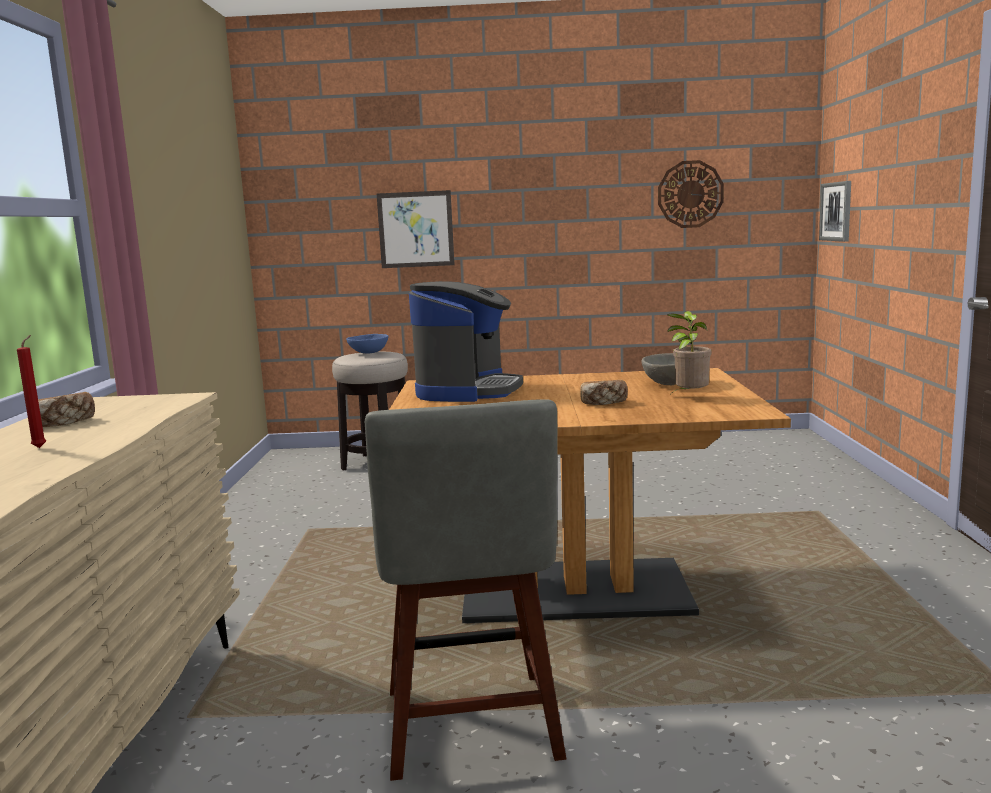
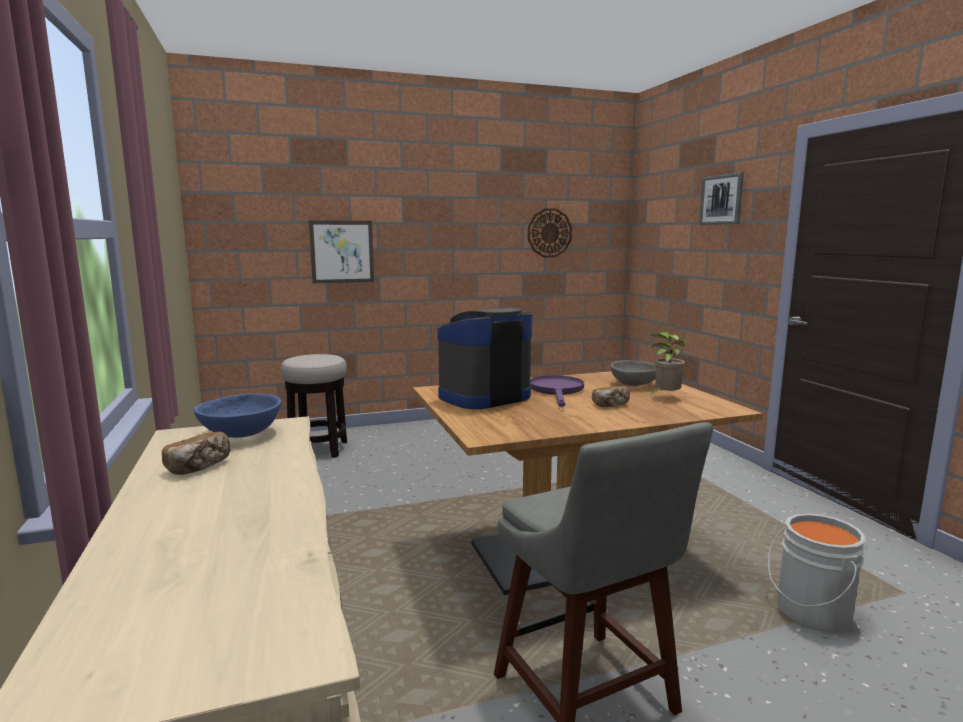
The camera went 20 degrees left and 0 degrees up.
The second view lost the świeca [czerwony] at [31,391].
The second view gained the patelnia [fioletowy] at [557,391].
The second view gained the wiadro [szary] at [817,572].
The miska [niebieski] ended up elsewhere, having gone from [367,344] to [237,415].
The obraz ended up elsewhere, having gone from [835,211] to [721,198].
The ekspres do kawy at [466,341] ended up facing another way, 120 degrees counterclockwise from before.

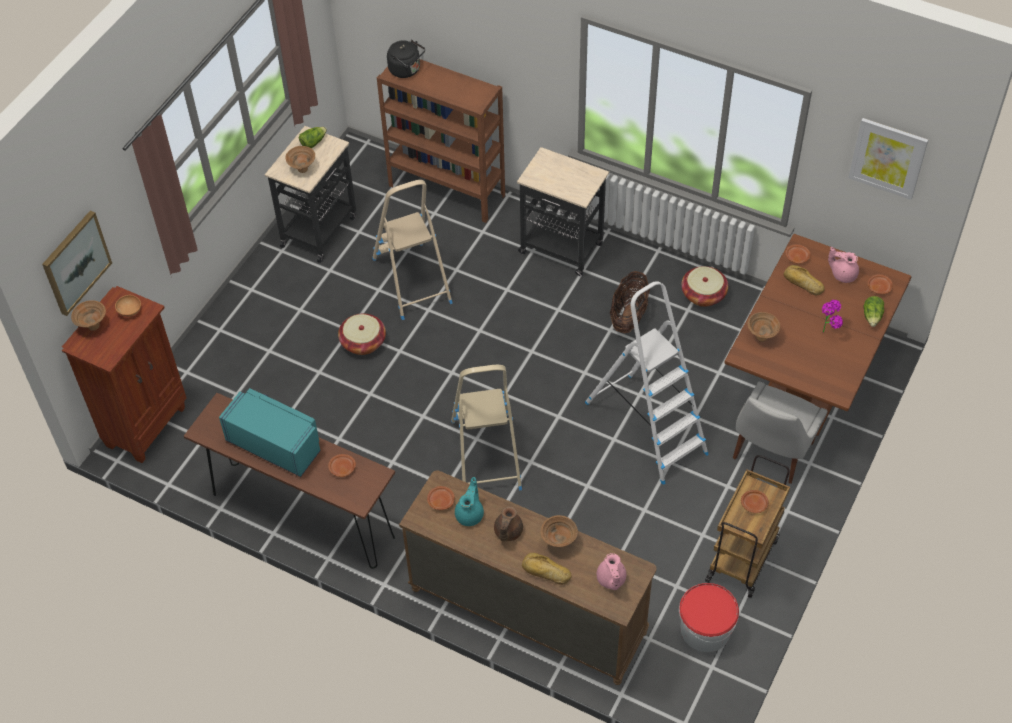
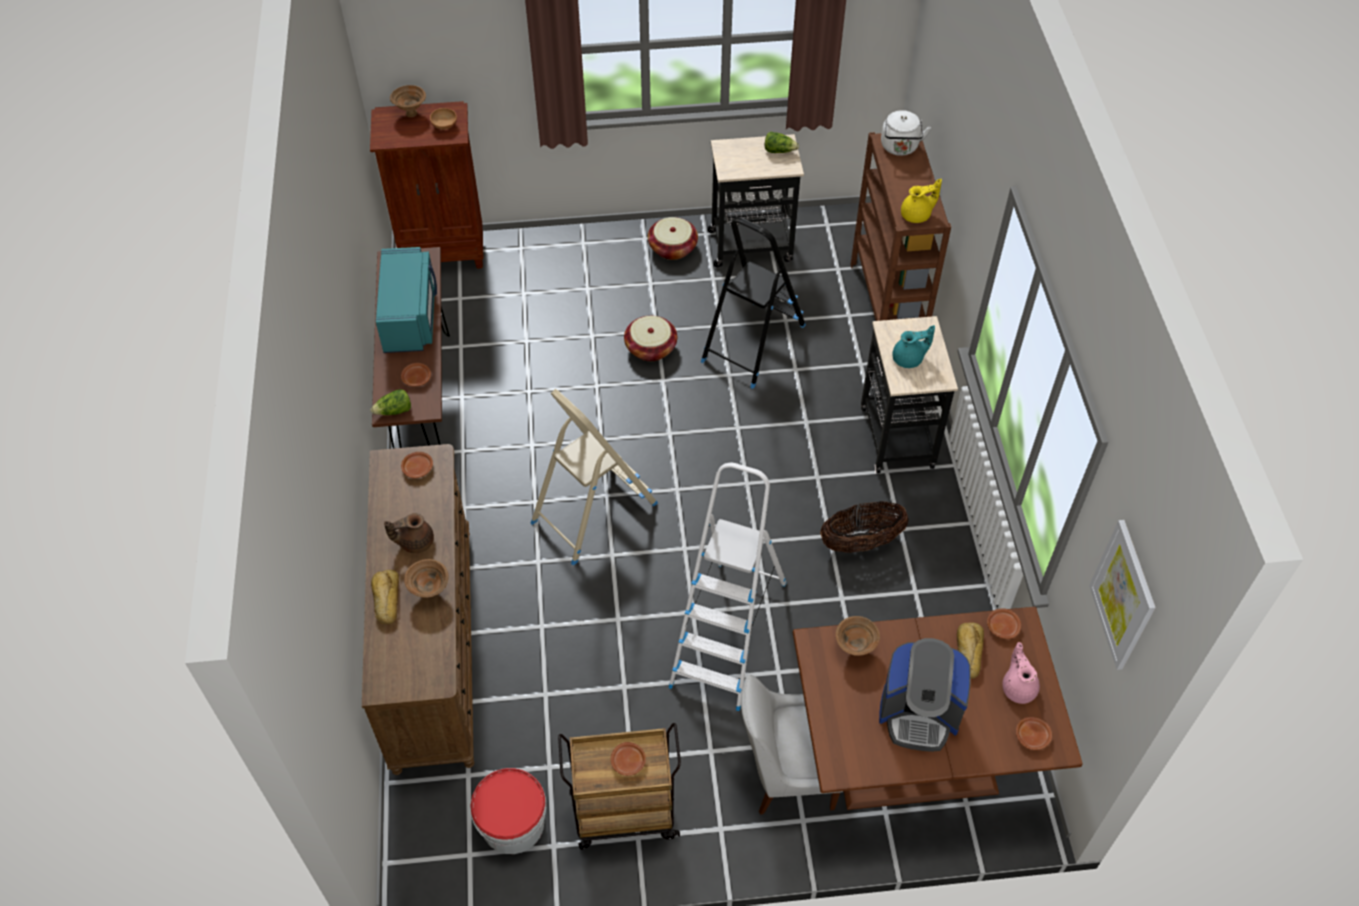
The camera went 55 degrees right and 0 degrees up.
The second view lost the obraz at [77,263].
The second view lost the miska [brązowy] at [300,159].
The second view lost the imbryk [różowy] at [611,571].
The second view gained the imbryk [żółty] at [921,201].
The imbryk [turkusowy] ended up elsewhere, having gone from [469,501] to [913,346].
The koszyk ended up elsewhere, having gone from [704,286] to [673,238].
The sałata ended up elsewhere, having gone from [874,311] to [390,402].
Where the roślina doniczkowa stood at [832,316], the ekspres do kawy came to stand at [925,695].
What was the drabinka [beżowy] at [412,250] turned into the drabinka [czarny] at [753,303].
What was the czajnik [czarny] at [406,58] turned into the czajnik [biały] at [906,133].

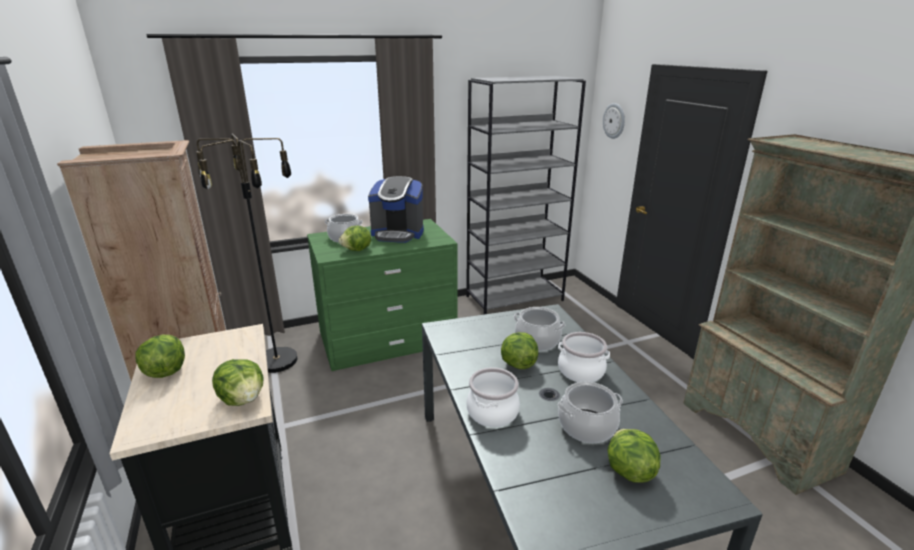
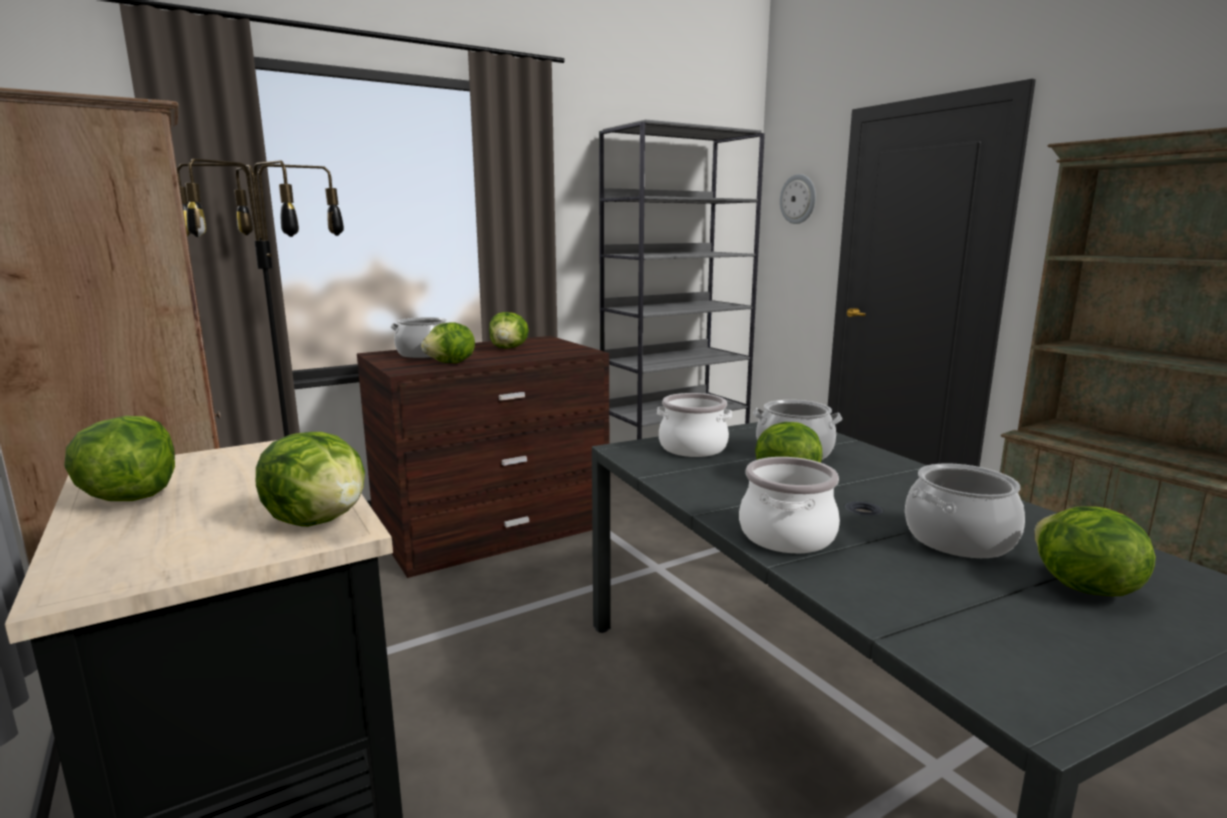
The camera went 10 degrees left and 10 degrees down.
The garnek ended up elsewhere, having gone from [584,357] to [694,425].
Where the ekspres do kawy stood at [396,209], the sałata came to stand at [509,330].
What was the komoda [zielony] at [382,295] turned into the komoda [brązowy] at [483,457].

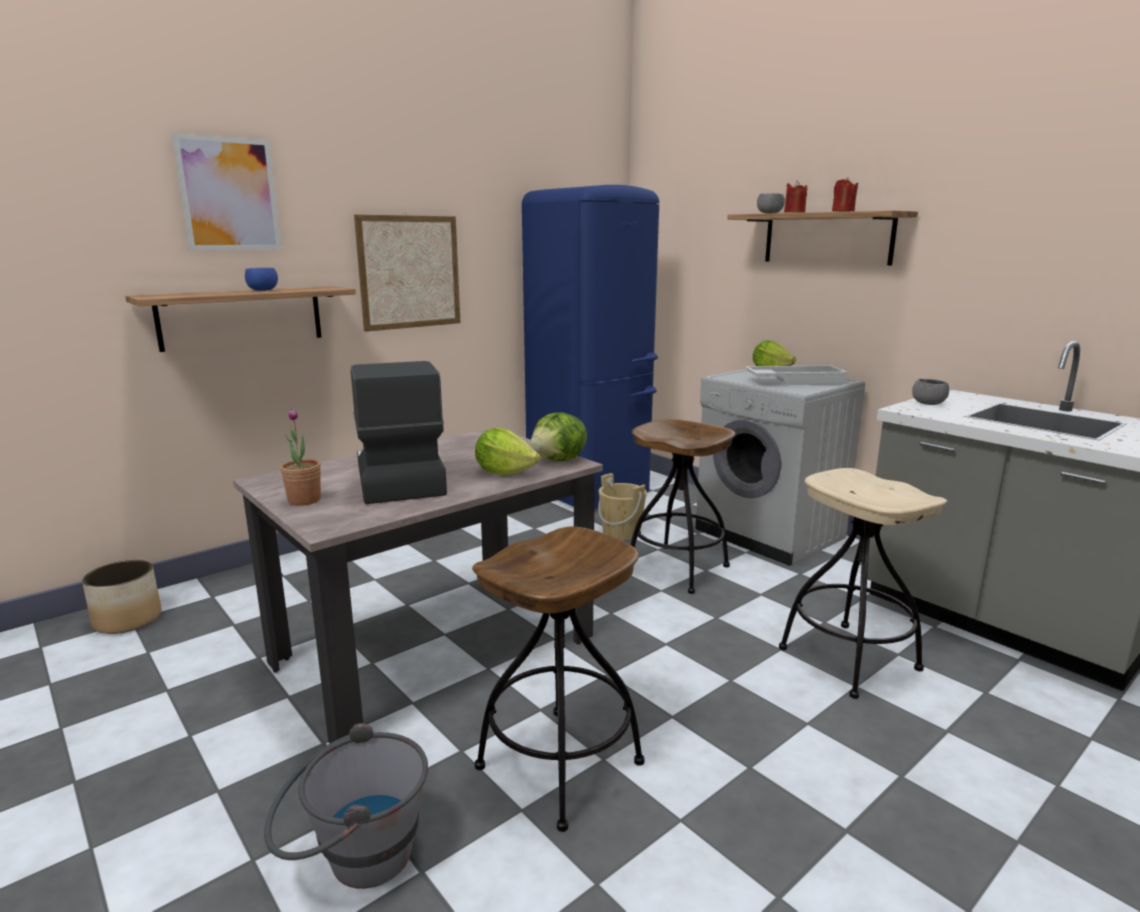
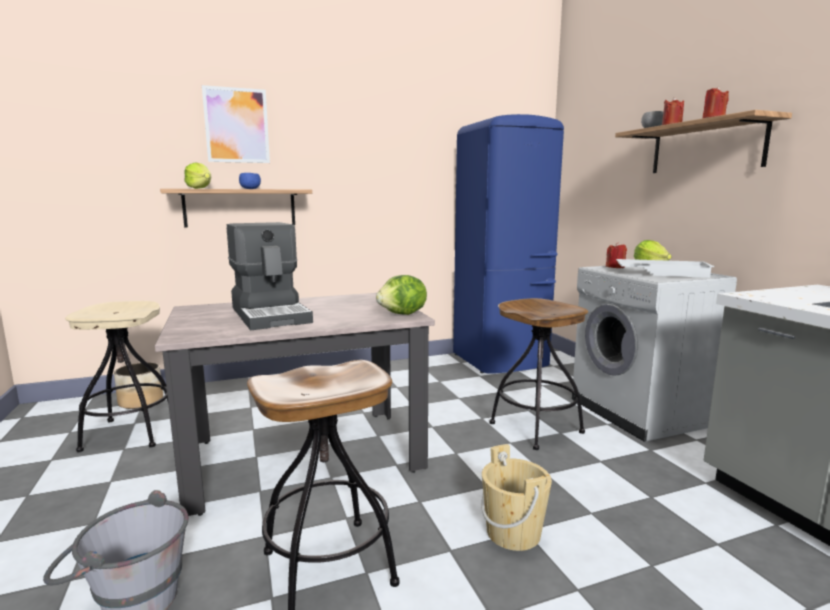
The camera went 20 degrees right and 5 degrees down.
The second view lost the roślina doniczkowa at [300,457].
The second view lost the obraz at [407,273].
The second view lost the miska [szary] at [930,392].
The second view gained the świeca [czerwony] at [616,255].
The sałata ended up elsewhere, having gone from [507,452] to [197,176].
The wiadro [beżowy] ended up elsewhere, having gone from [622,506] to [516,497].
The stołek [beżowy] ended up elsewhere, having gone from [863,583] to [116,376].
The ekspres do kawy at [399,432] ended up facing another way, 150 degrees clockwise from before.

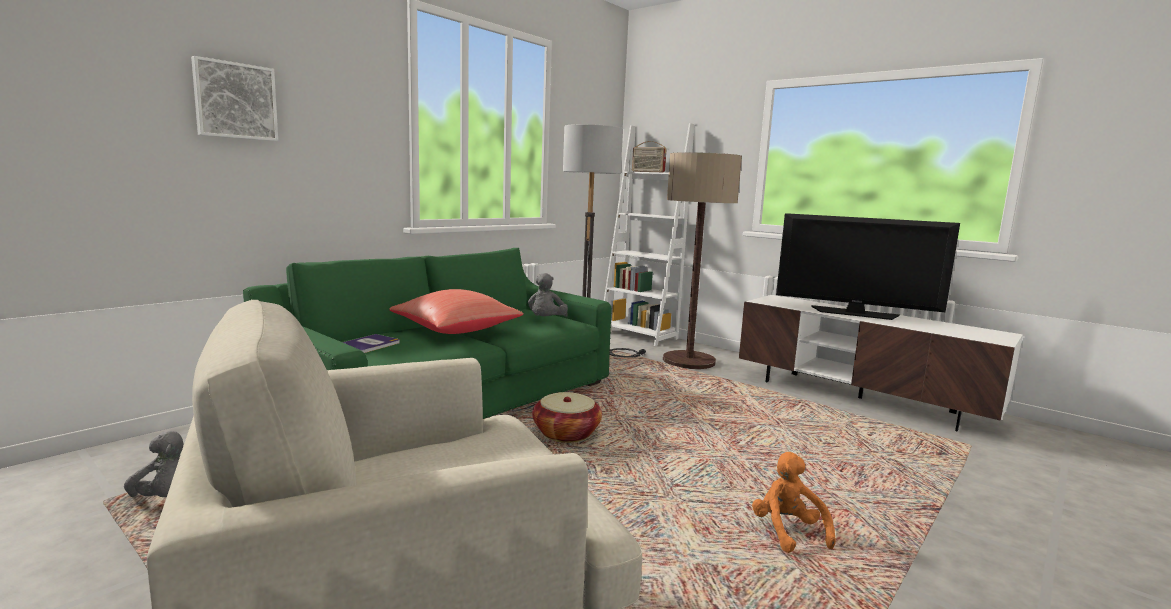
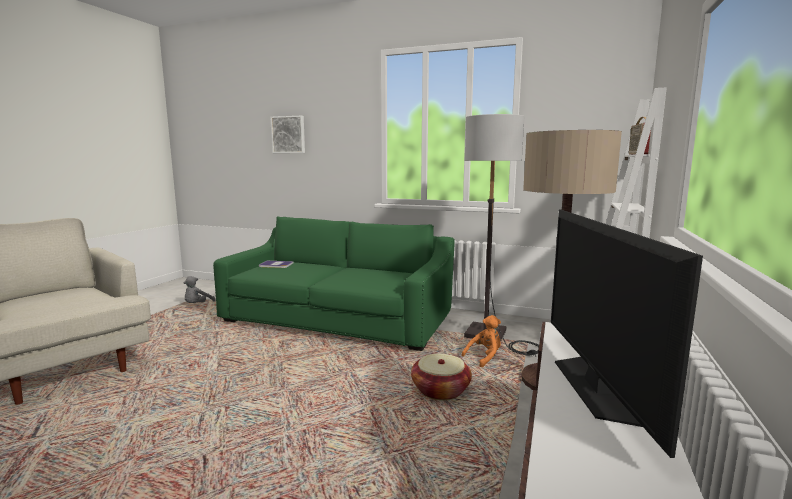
The camera went 70 degrees right and 0 degrees up.
The second view lost the poduszka [czerwony] at [457,311].
The second view lost the pluszak [szary] at [548,295].
The koszyk ended up elsewhere, having gone from [567,417] to [441,377].
The pluszak [pomarańczowy] ended up elsewhere, having gone from [794,502] to [481,341].

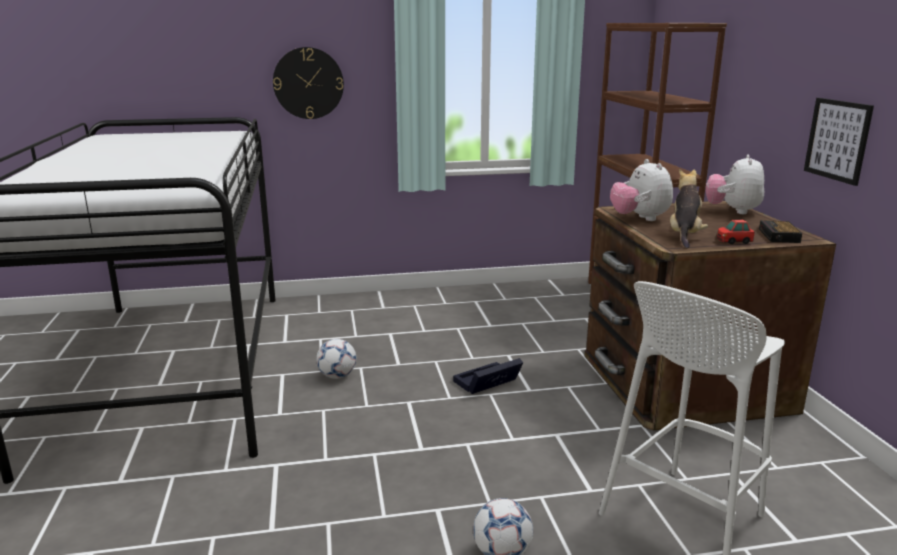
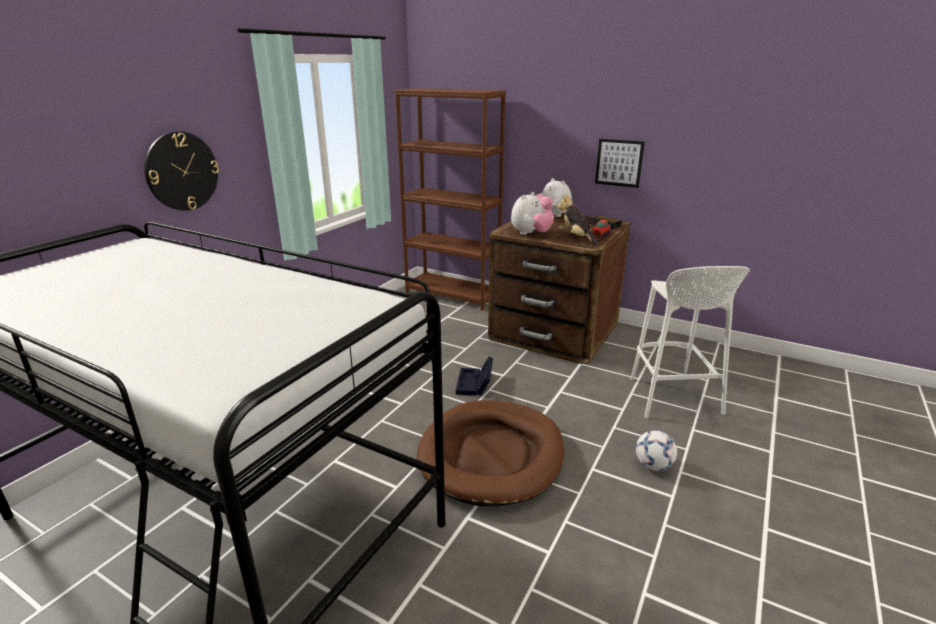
The camera went 50 degrees left and 5 degrees up.
The second view lost the piłka futbolowa at [336,359].
The second view gained the legowisko [brązowy] at [490,453].
The pluszak at [641,190] ended up facing another way, 75 degrees counterclockwise from before.

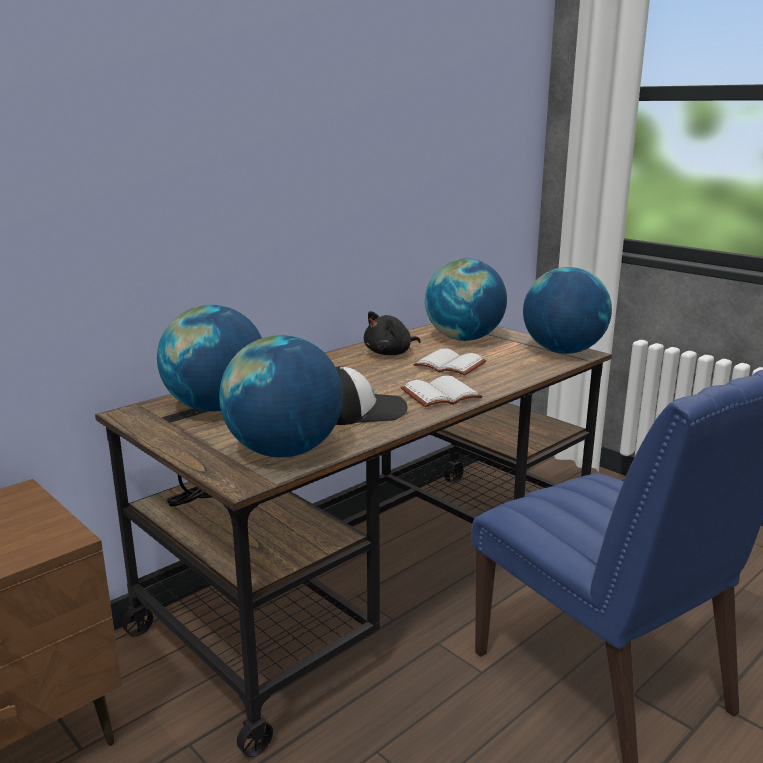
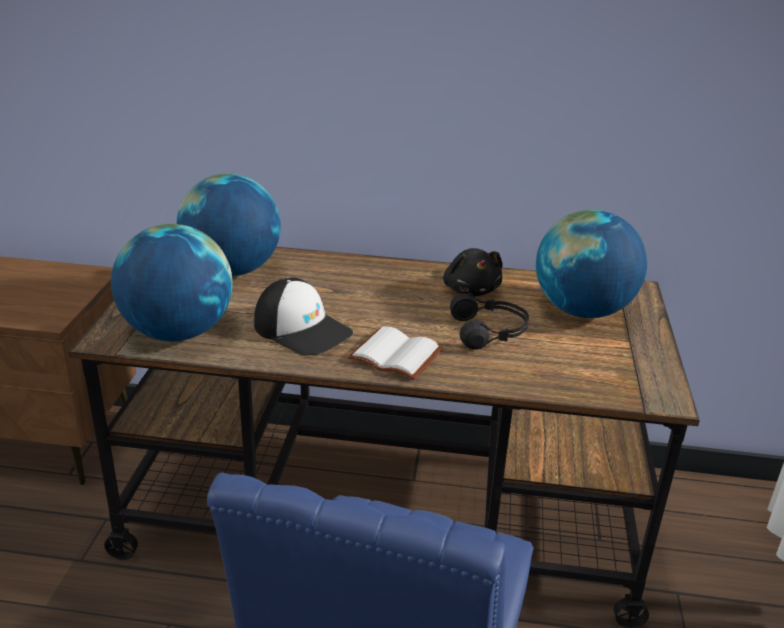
The camera went 50 degrees right and 10 degrees up.
The second view lost the globus at [567,310].
Where the książka [biały] stood at [450,362], the słuchawki [czarny] came to stand at [489,321].
The pluszak [czarny] at [392,333] ended up facing another way, 120 degrees counterclockwise from before.

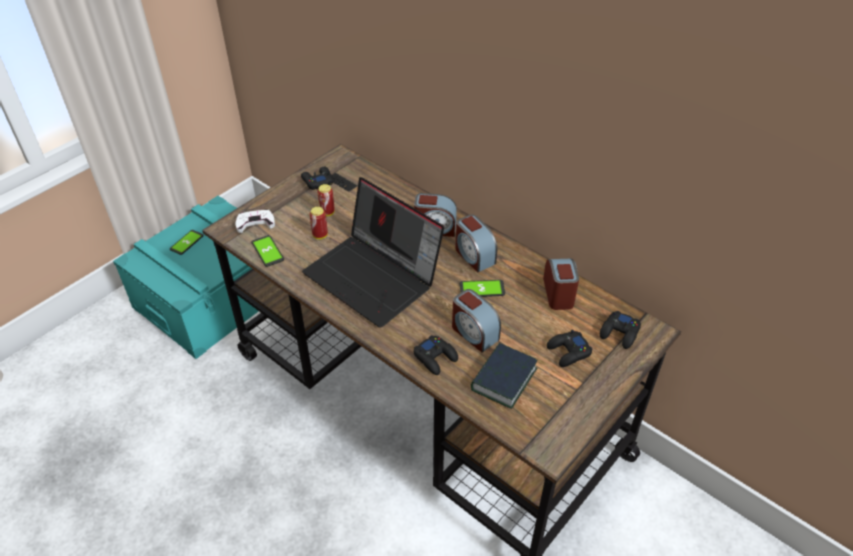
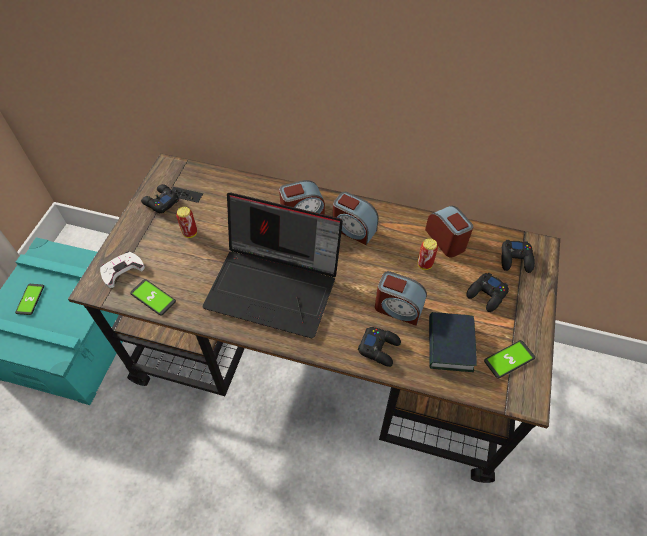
The camera went 25 degrees left and 10 degrees up.
The puszka ended up elsewhere, having gone from [319,223] to [427,254].
The telefon ended up elsewhere, having gone from [482,288] to [509,359].

